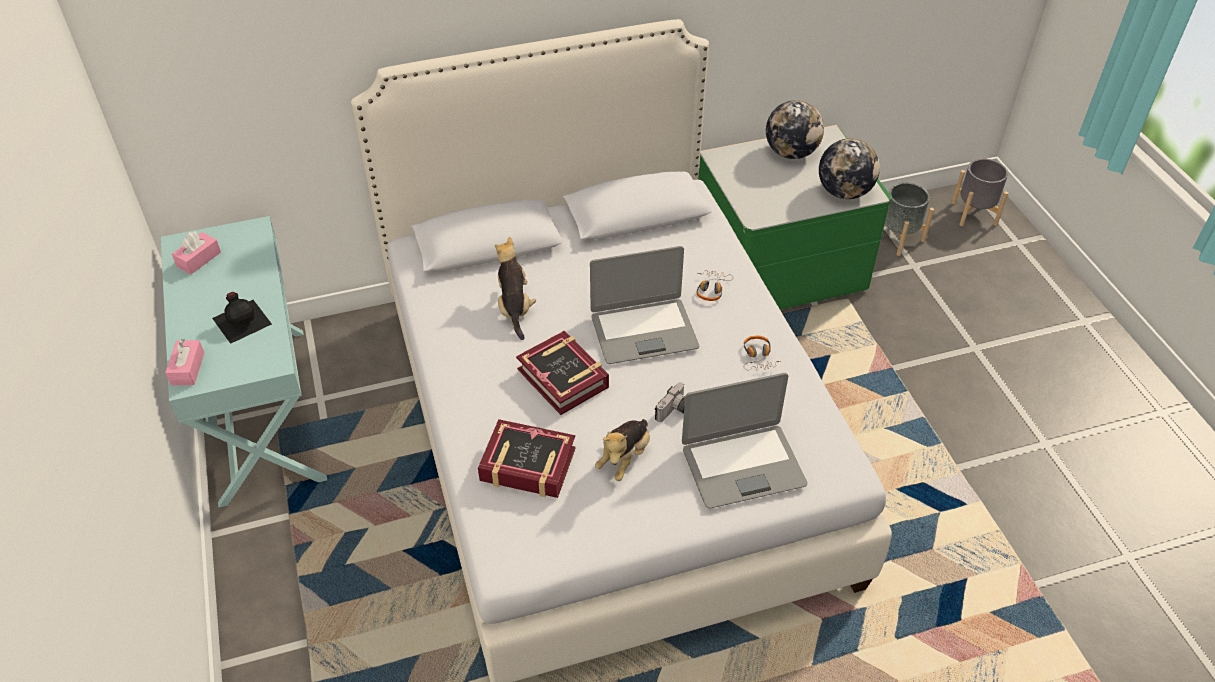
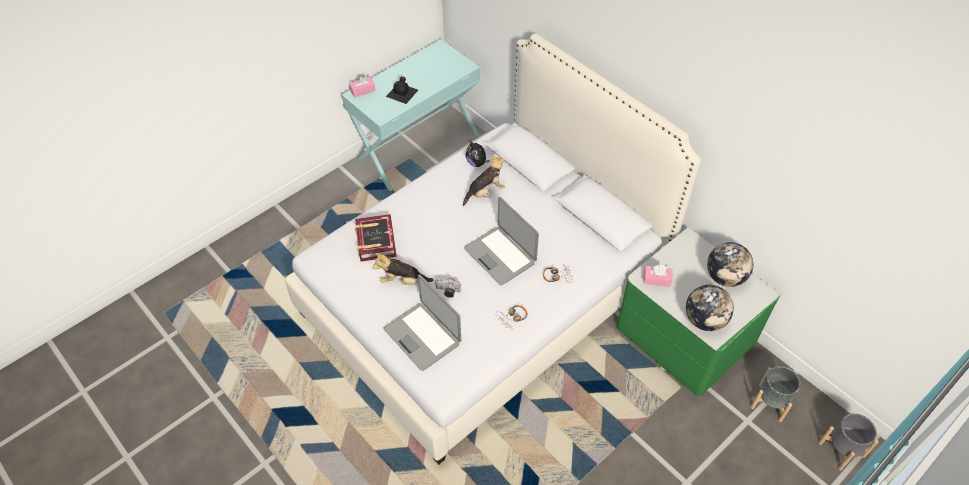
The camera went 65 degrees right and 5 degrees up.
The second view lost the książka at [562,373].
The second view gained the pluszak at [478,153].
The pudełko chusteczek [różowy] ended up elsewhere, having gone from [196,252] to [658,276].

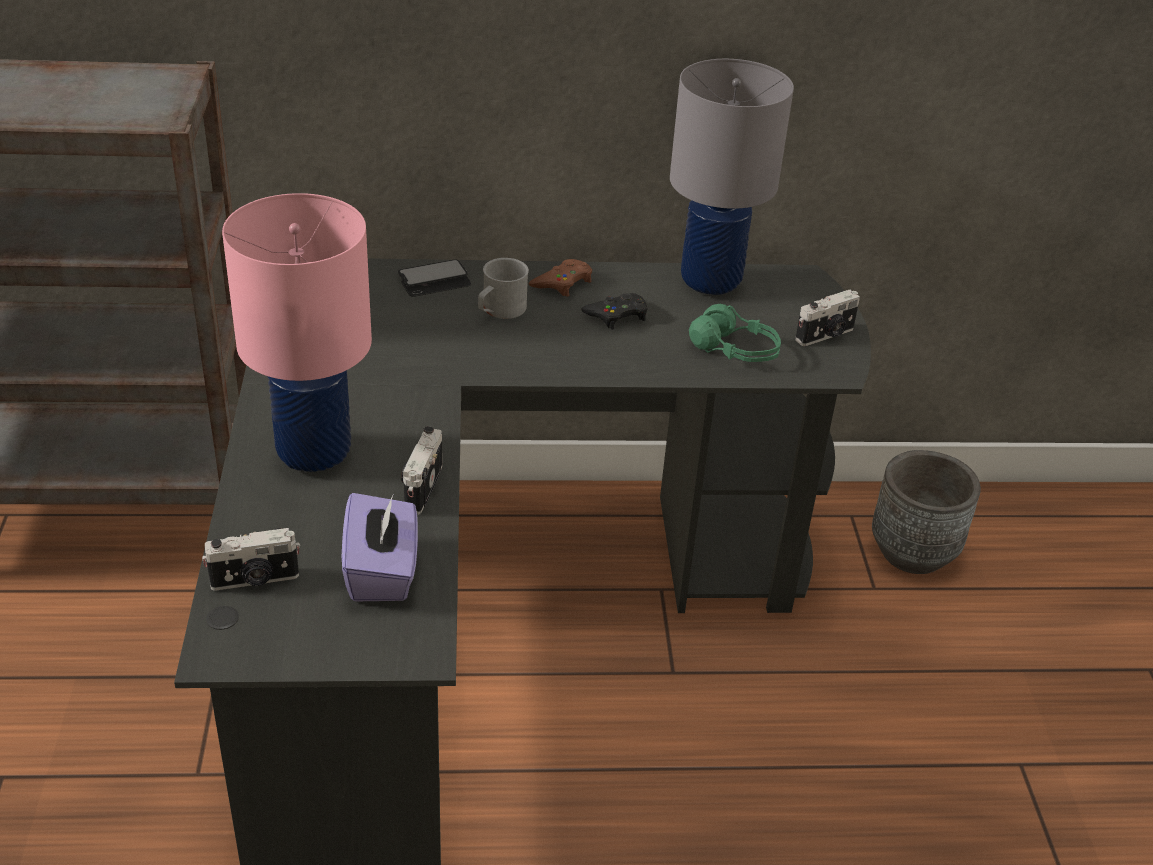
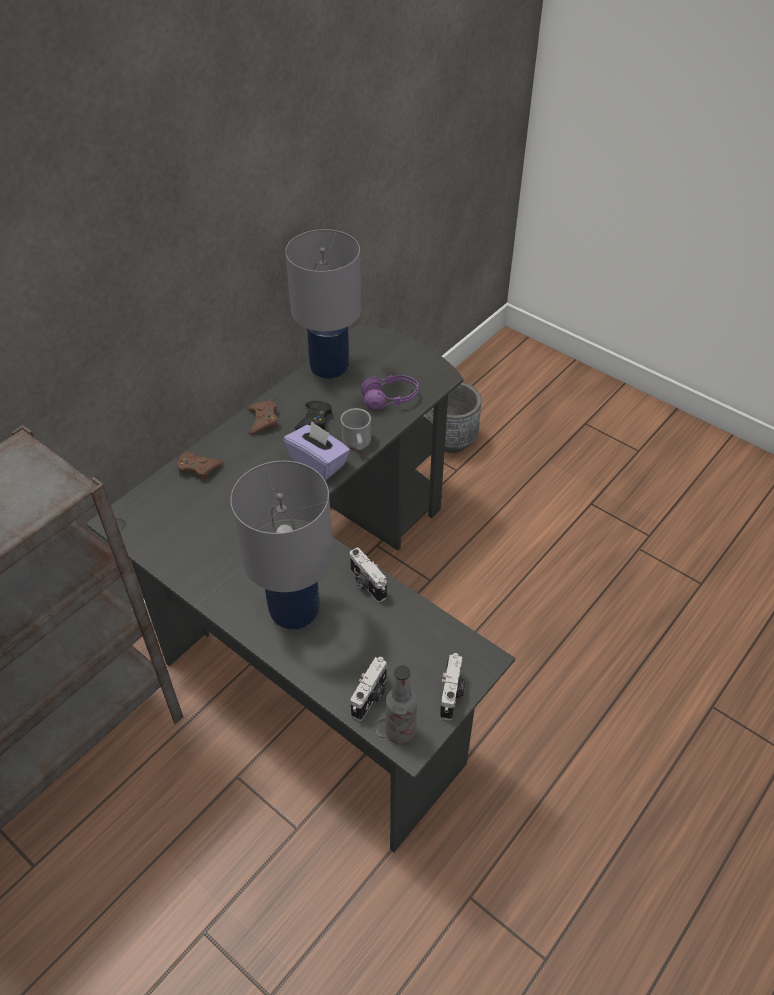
The camera went 45 degrees left and 10 degrees up.
The second view gained the butelka at [401,705].
The pudełko chusteczek [fioletowy] ended up elsewhere, having gone from [380,547] to [316,450].
The kubek [szary] ended up elsewhere, having gone from [503,288] to [356,429].
The aparat fotograficzny ended up elsewhere, having gone from [827,318] to [453,686].
Where the telefon stood at [434,278], the pad do gier [brązowy] came to stand at [200,466].
What was the lampa stołowa [różowy] at [297,332] turned into the lampa stołowa [szary] at [281,545].
What was the słuchawki [zielony] at [735,333] turned into the słuchawki [fioletowy] at [389,392].

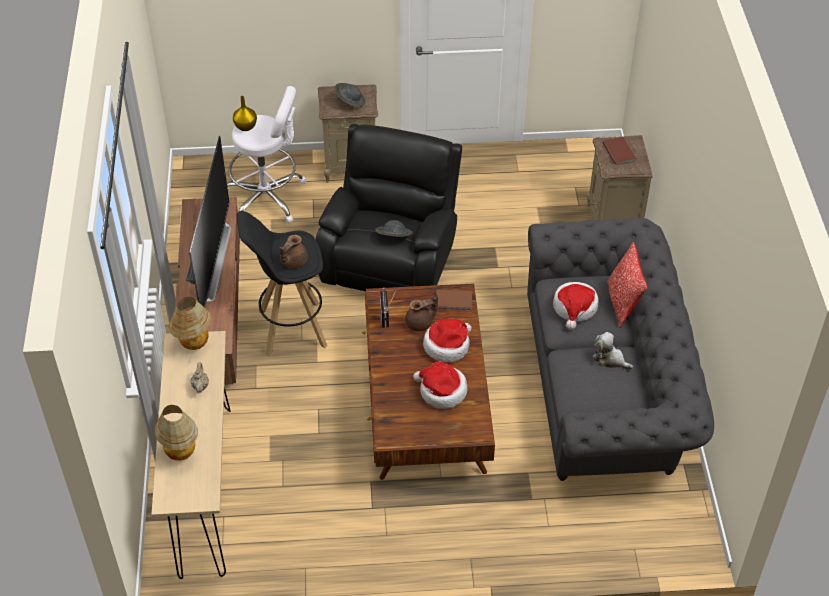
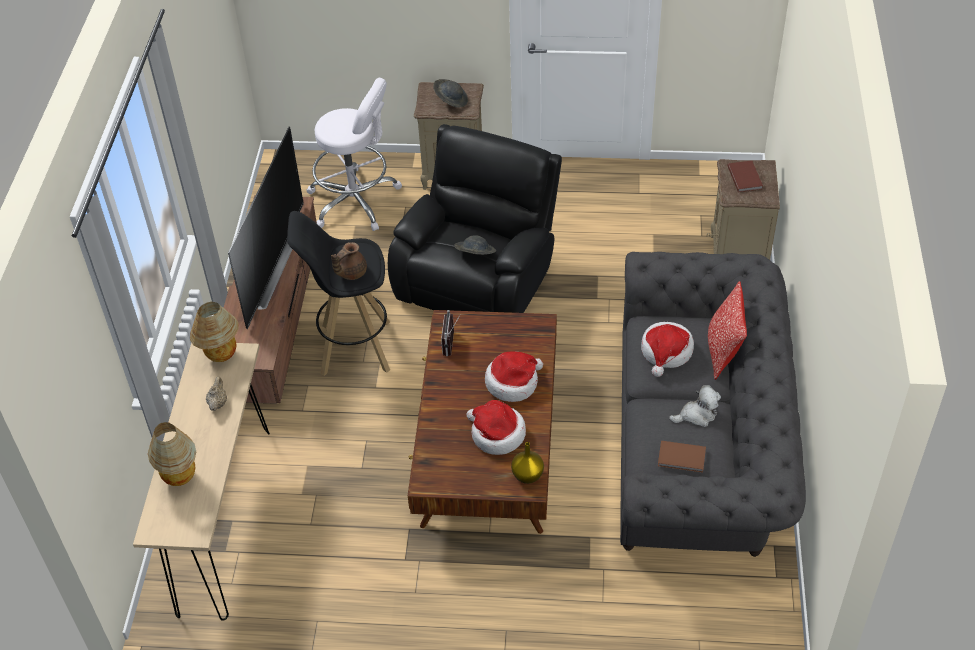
The camera went 10 degrees right and 0 degrees up.
The second view lost the imbryk [brązowy] at [421,312].
The wazon [żółty] ended up elsewhere, having gone from [245,113] to [527,463].
The książka [brązowy] ended up elsewhere, having gone from [454,300] to [682,457].
The pluszak at [613,351] ended up facing another way, 120 degrees clockwise from before.

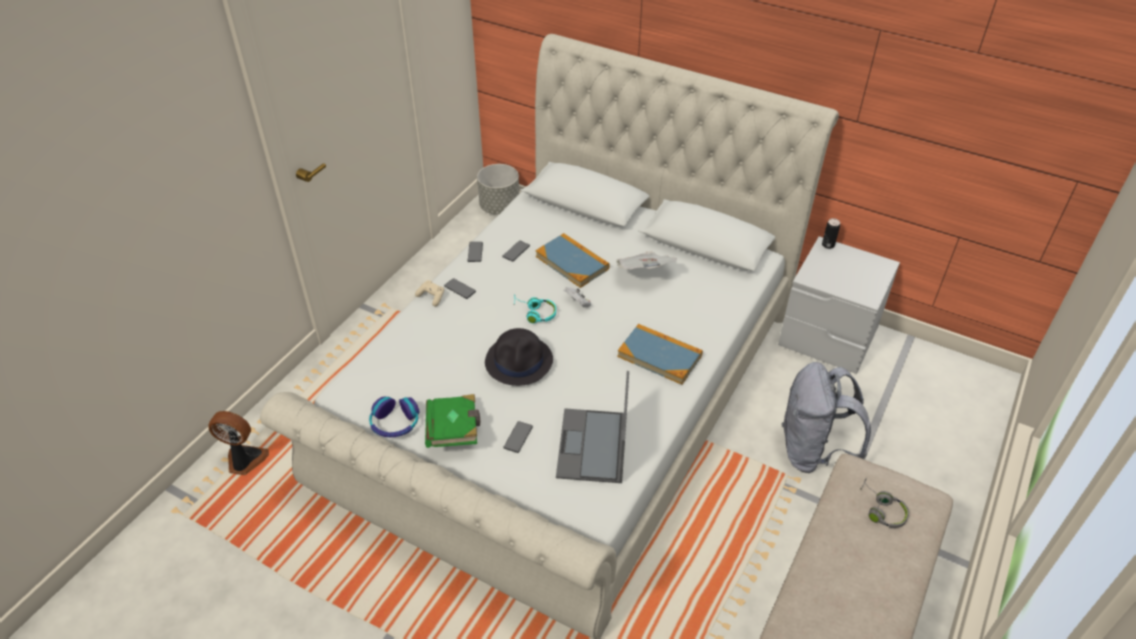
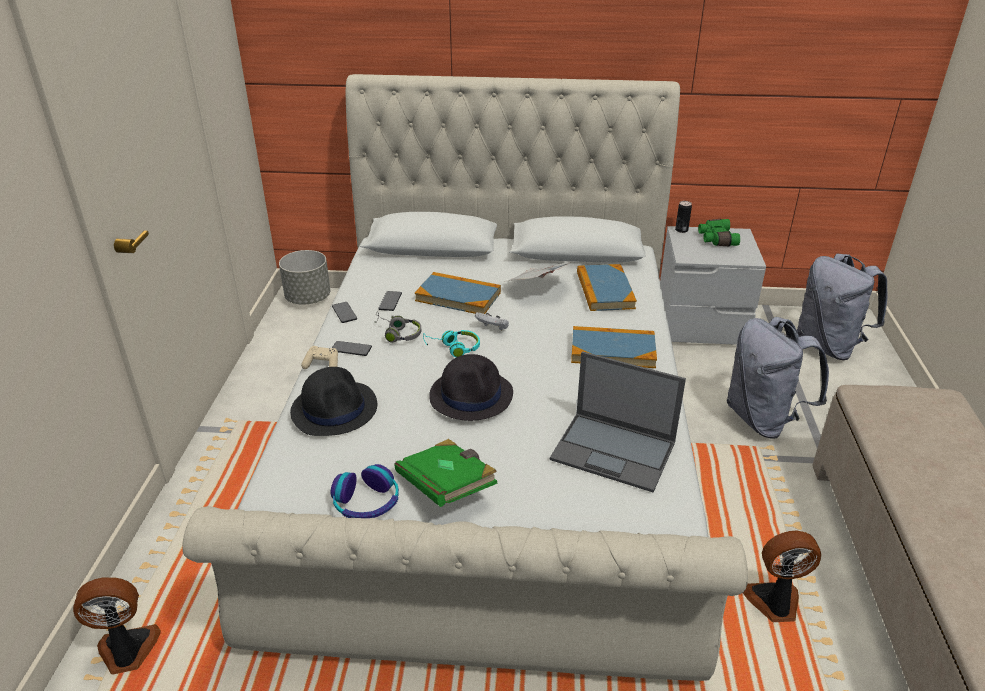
The camera went 25 degrees left and 10 degrees down.
The second view lost the telefon at [518,437].
The second view gained the kapelusz [czarny] at [333,401].
The second view gained the książka at [607,287].
The second view gained the lornetka [zielony] at [719,232].
The second view gained the wentylator at [782,576].
The second view gained the plecak [szary] at [842,306].
The słuchawki [szary] ended up elsewhere, having gone from [885,503] to [397,327].
The laptop at [592,427] ended up facing another way, 45 degrees counterclockwise from before.

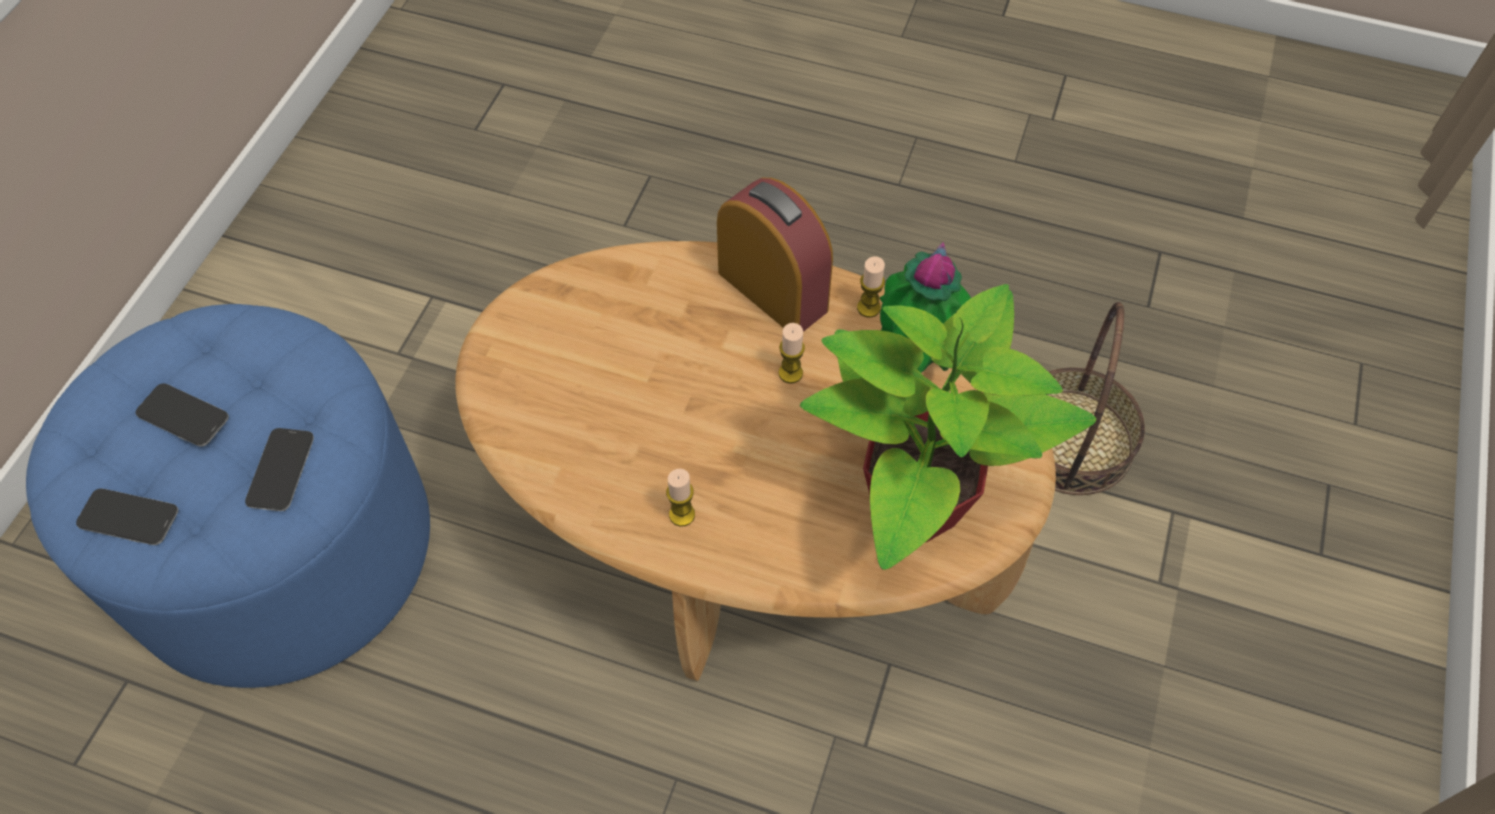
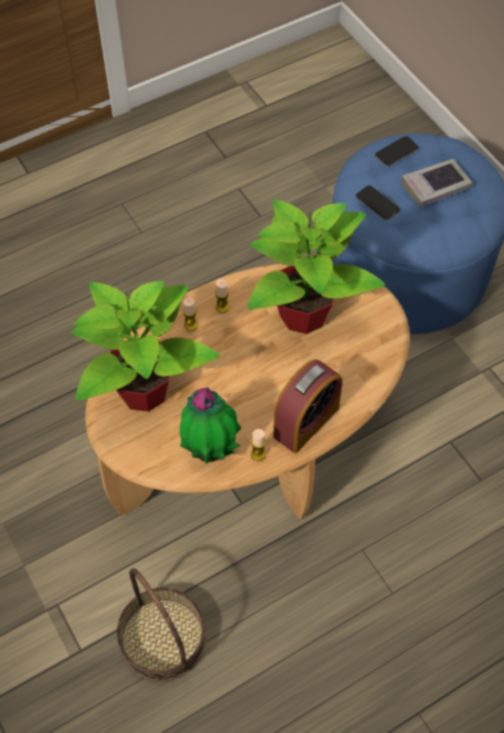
The camera went 130 degrees right and 0 degrees up.
The second view gained the roślina doniczkowa at [316,266].
The świeca ended up elsewhere, having gone from [792,353] to [190,314].
Where the telefon stood at [182,415], the książka came to stand at [436,183].
The budzik at [775,255] ended up facing another way, 45 degrees counterclockwise from before.

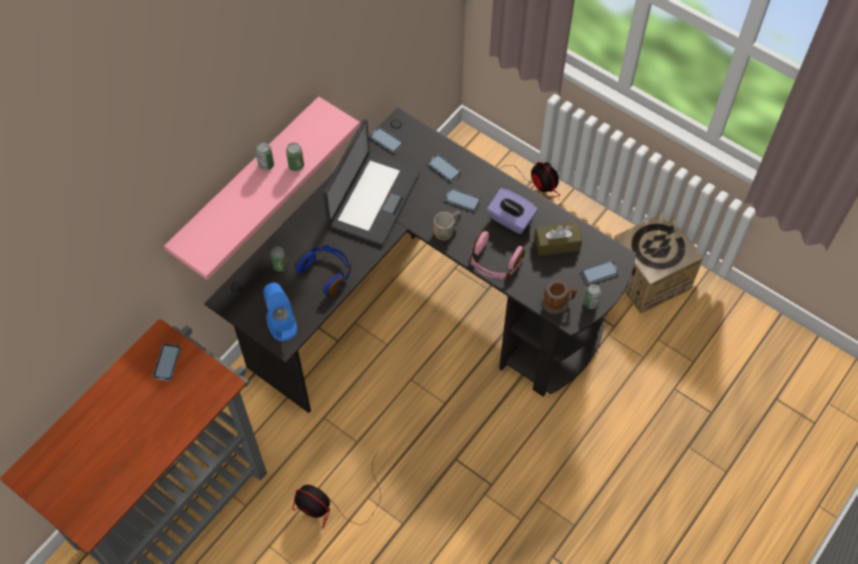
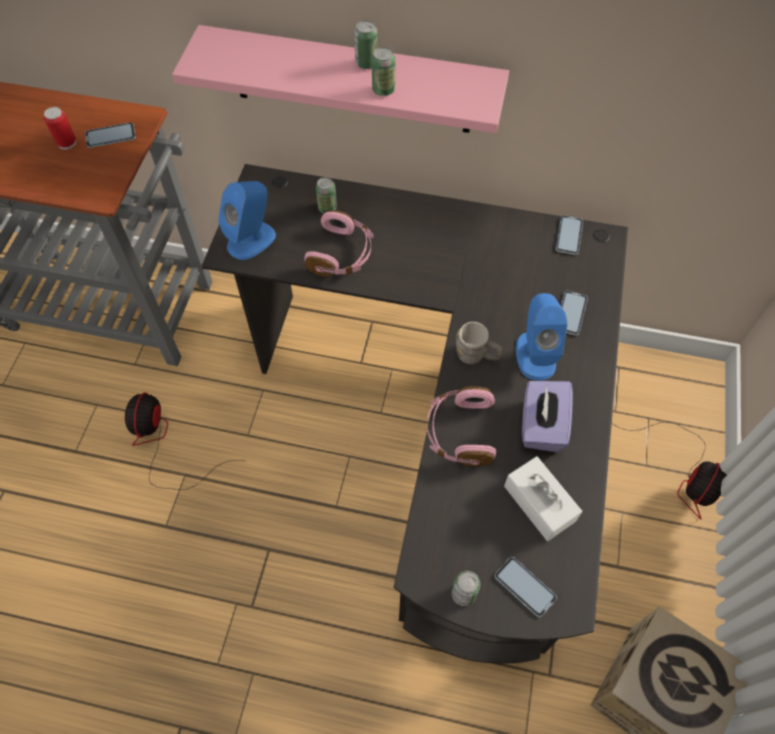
The camera went 65 degrees right and 0 degrees up.
The second view lost the laptop at [371,182].
The second view lost the kubek at [560,297].
The second view gained the puszka at [60,128].
Where the telefon stood at [463,199], the głośnik [niebieski] came to stand at [542,336].
What was the słuchawki [niebieski] at [323,270] turned into the słuchawki [różowy] at [338,243].
What was the pudełko chusteczek [brązowy] at [558,239] turned into the pudełko chusteczek [biały] at [543,498].

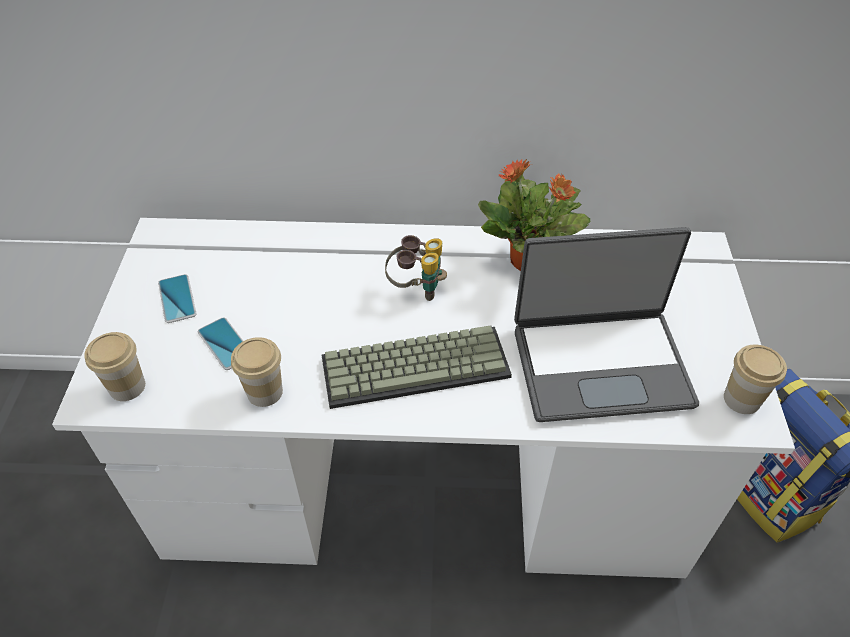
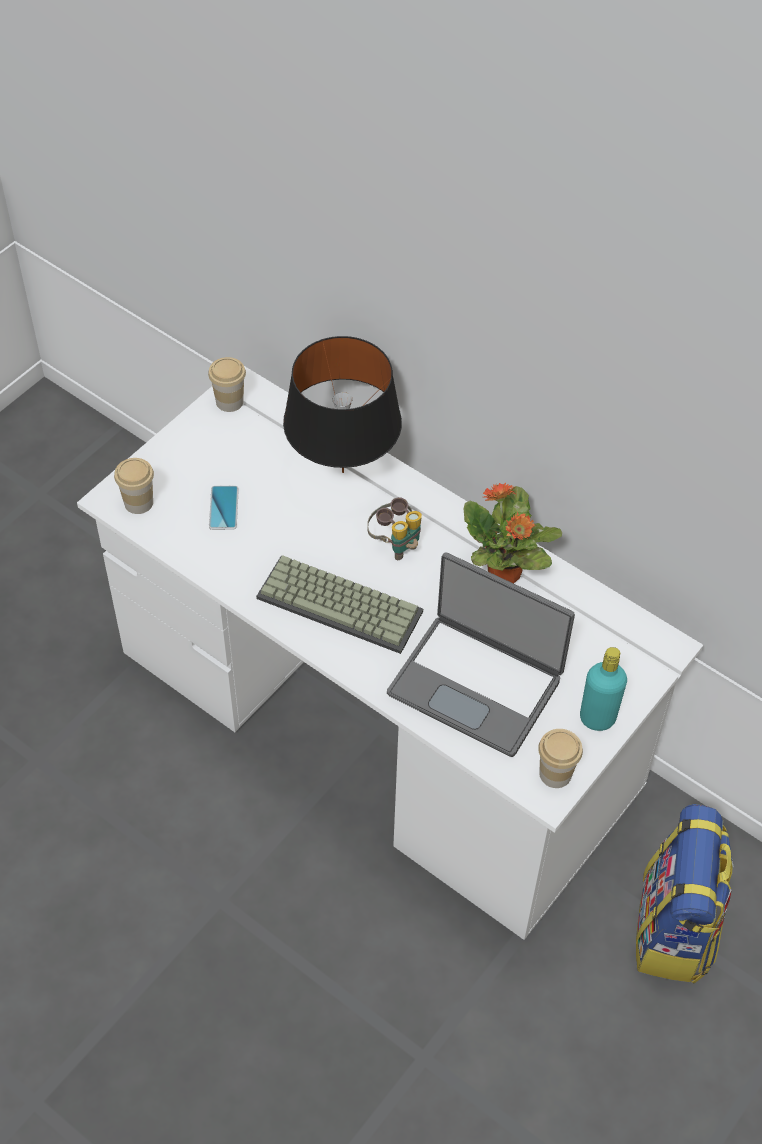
The camera went 35 degrees right and 5 degrees up.
The second view lost the telefon at [177,298].
The second view gained the lampa stołowa [czarny] at [342,404].
The second view gained the butelka [turkusowy] at [603,689].
The filiżanka ended up elsewhere, having gone from [257,372] to [227,384].

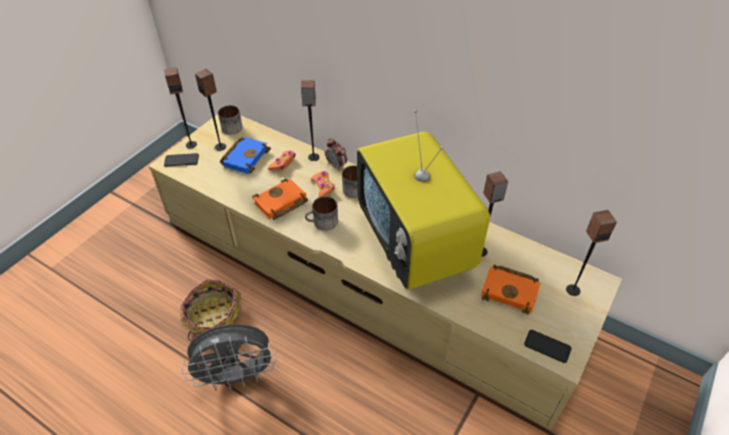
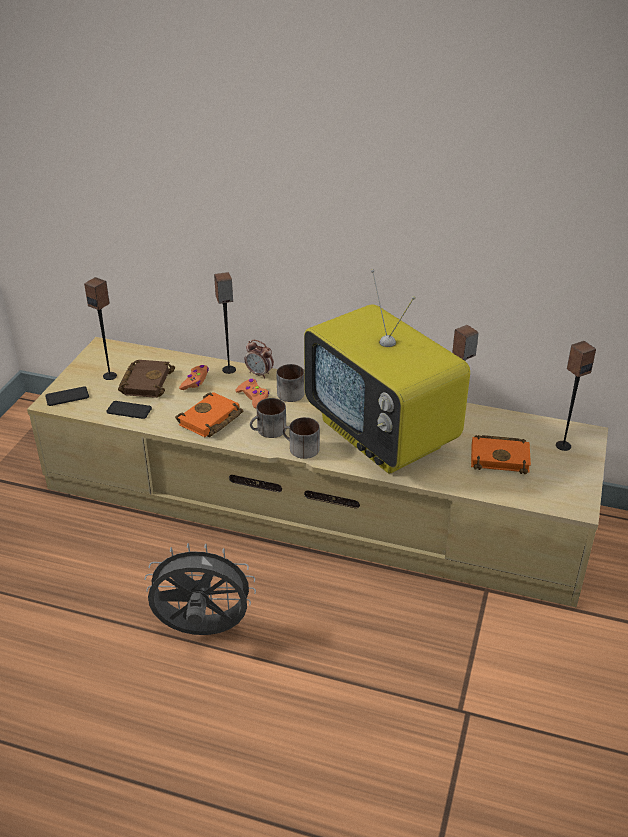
The camera went 15 degrees left and 10 degrees down.
The second view lost the głośnik at [180,107].
The second view lost the koszyk at [210,310].
The kubek ended up elsewhere, having gone from [230,120] to [301,438].
The telefon ended up elsewhere, having gone from [548,346] to [129,410].
What was the książka [niebieski] at [245,155] turned into the książka [brązowy] at [146,379].
The wentylator [szary] at [229,357] ended up facing another way, 150 degrees counterclockwise from before.

